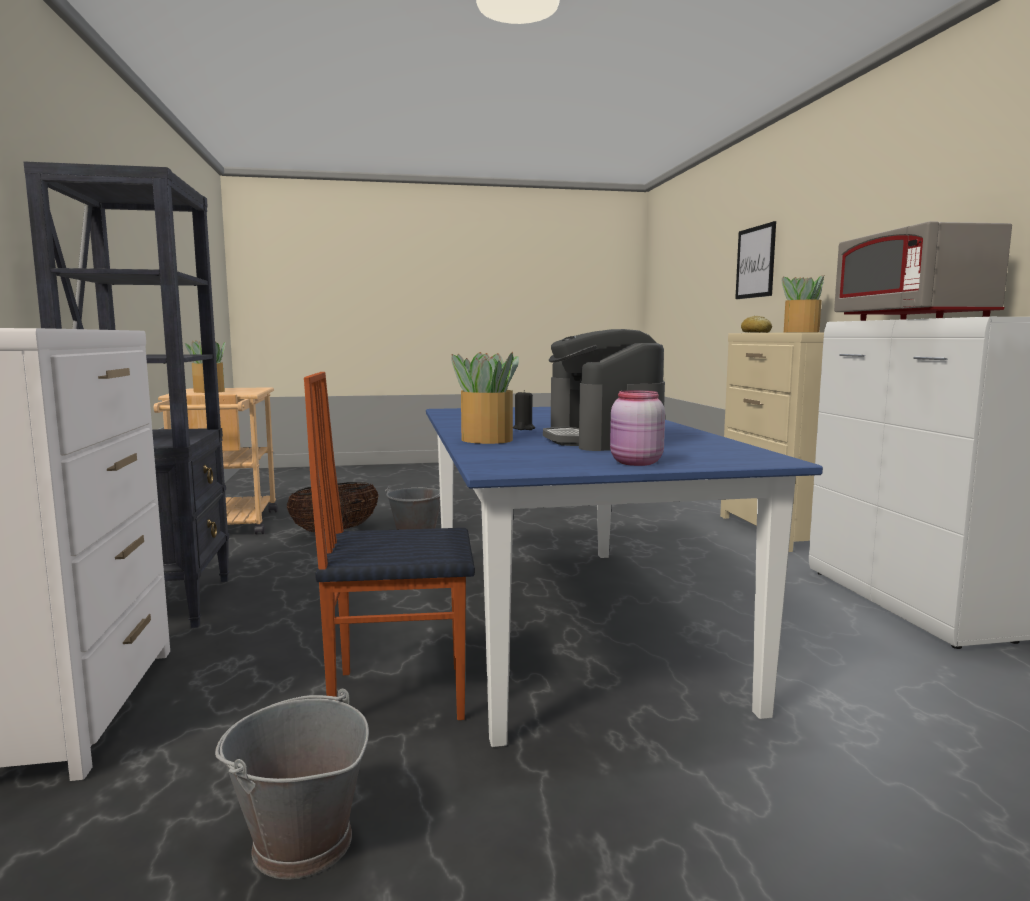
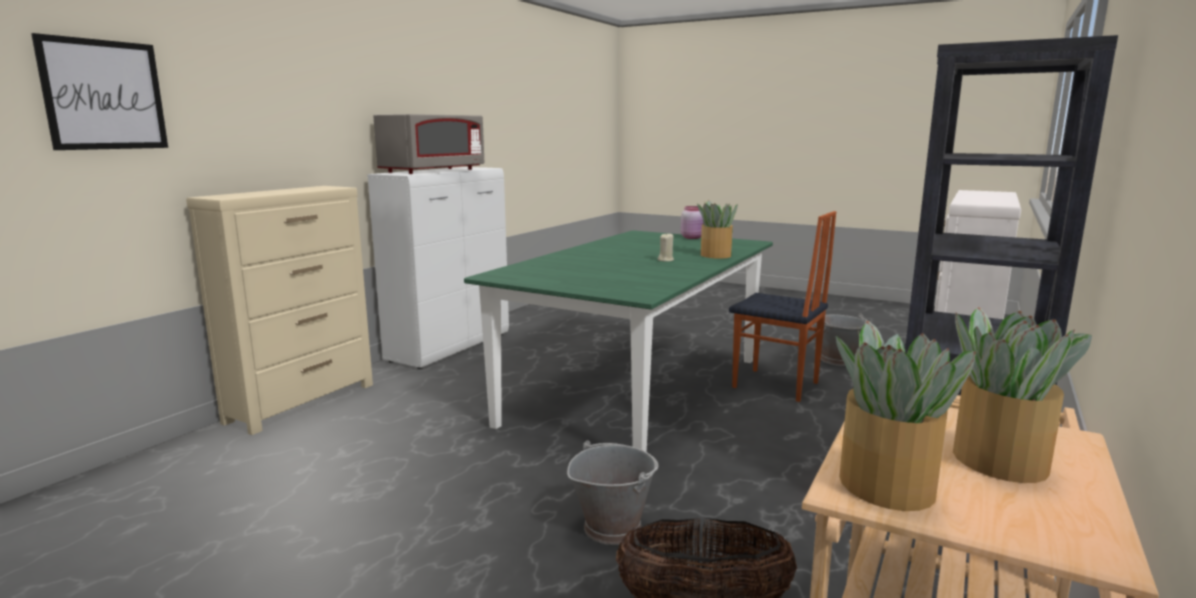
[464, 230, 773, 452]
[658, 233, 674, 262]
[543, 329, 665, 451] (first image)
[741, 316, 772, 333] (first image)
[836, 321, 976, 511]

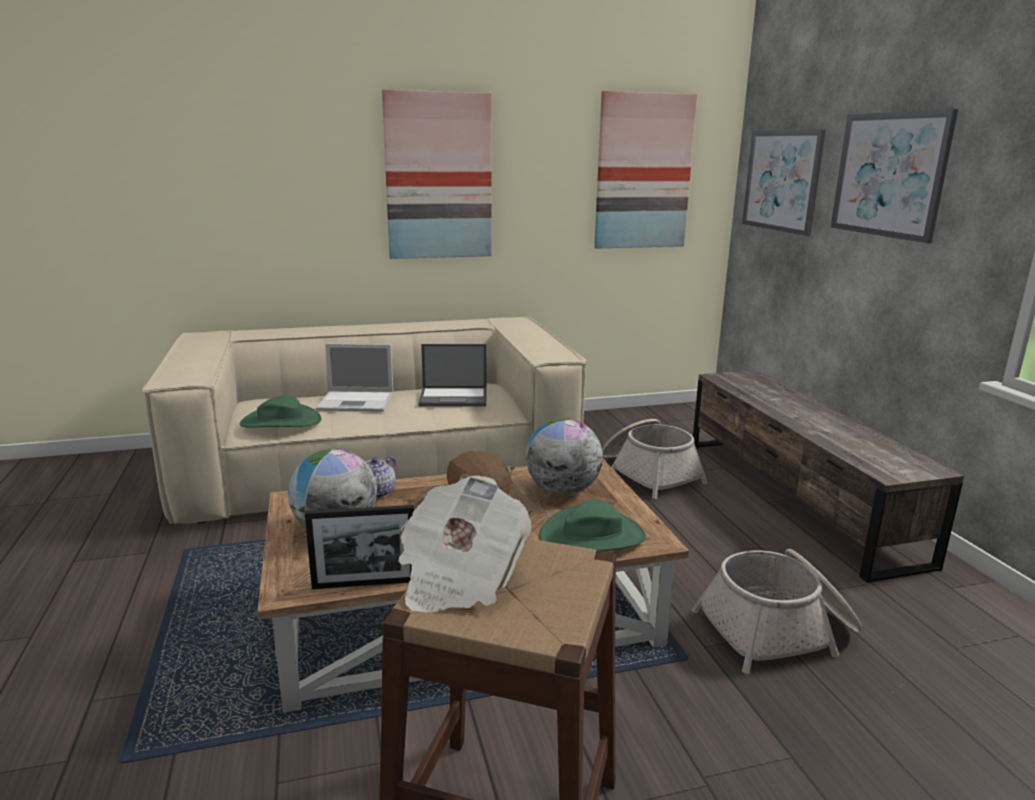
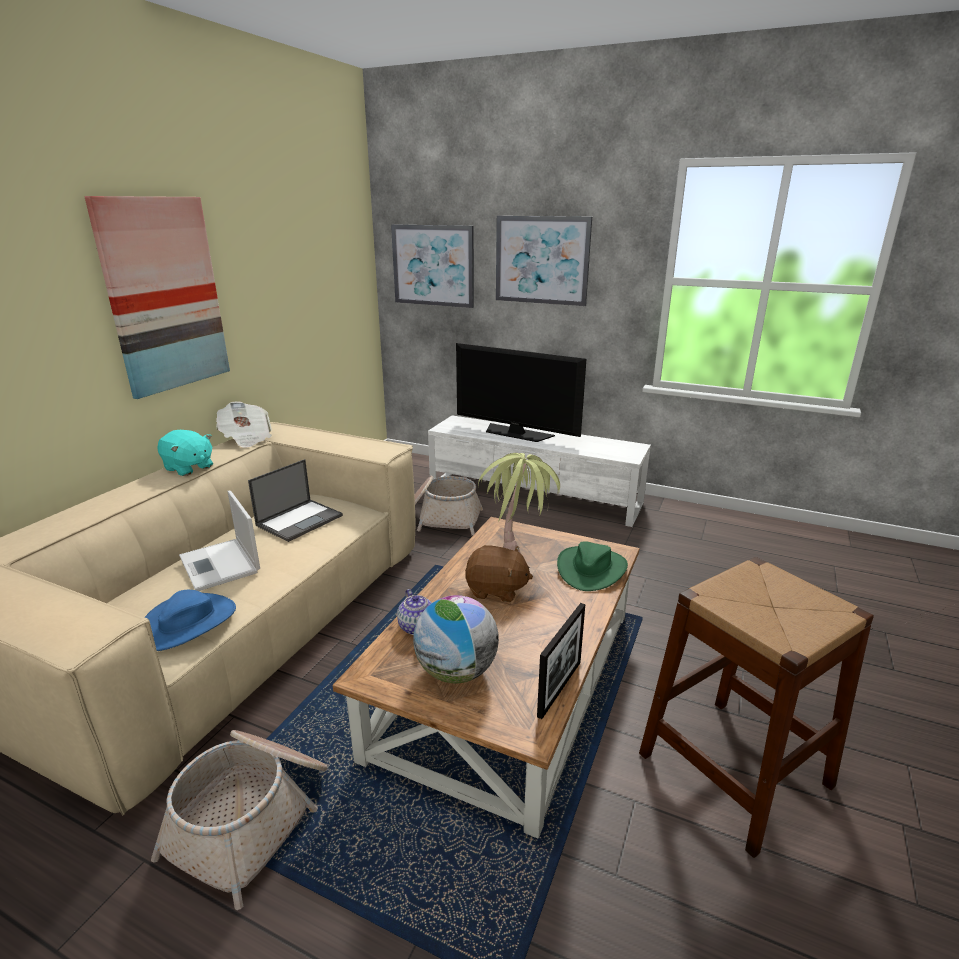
[145, 590, 236, 651]
[179, 491, 260, 591]
[216, 401, 272, 448]
[478, 453, 560, 554]
[594, 91, 697, 248] (first image)
[151, 730, 328, 910]
[428, 415, 651, 527]
[158, 430, 213, 476]
[456, 343, 587, 442]

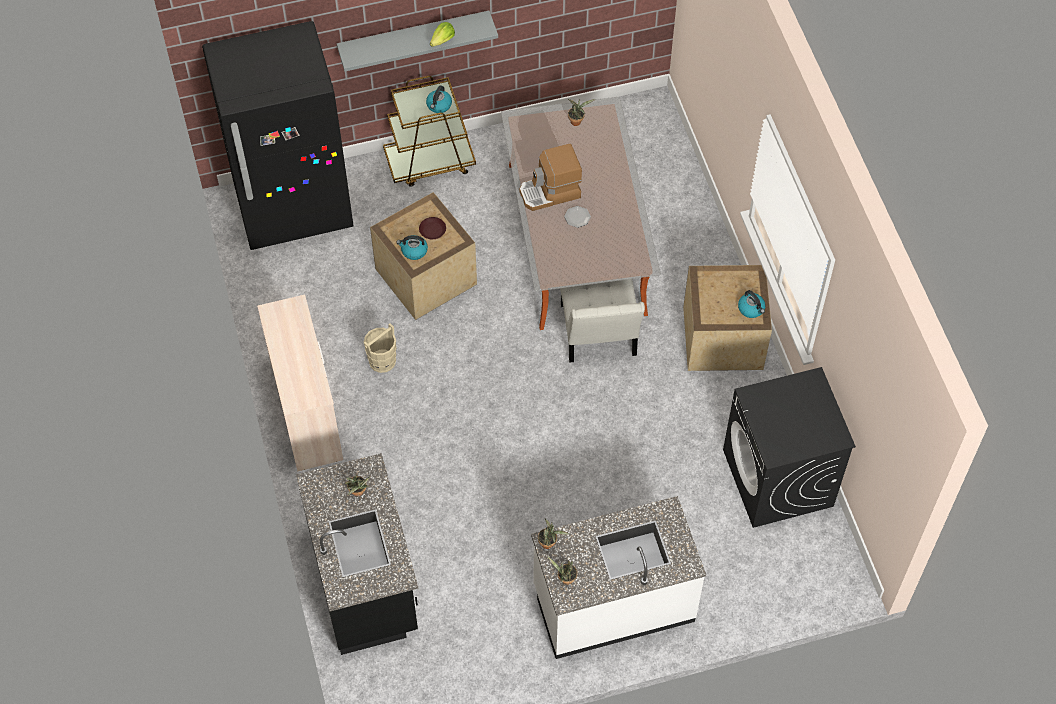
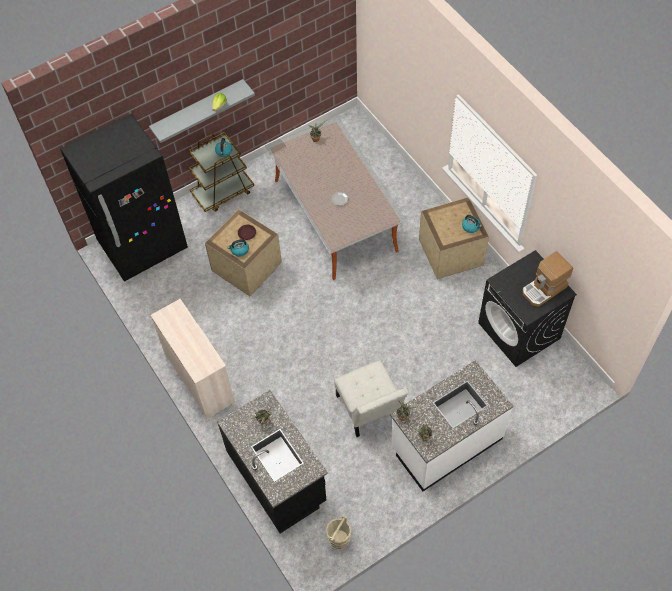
[326, 515, 351, 550]
[522, 251, 573, 307]
[334, 360, 408, 437]

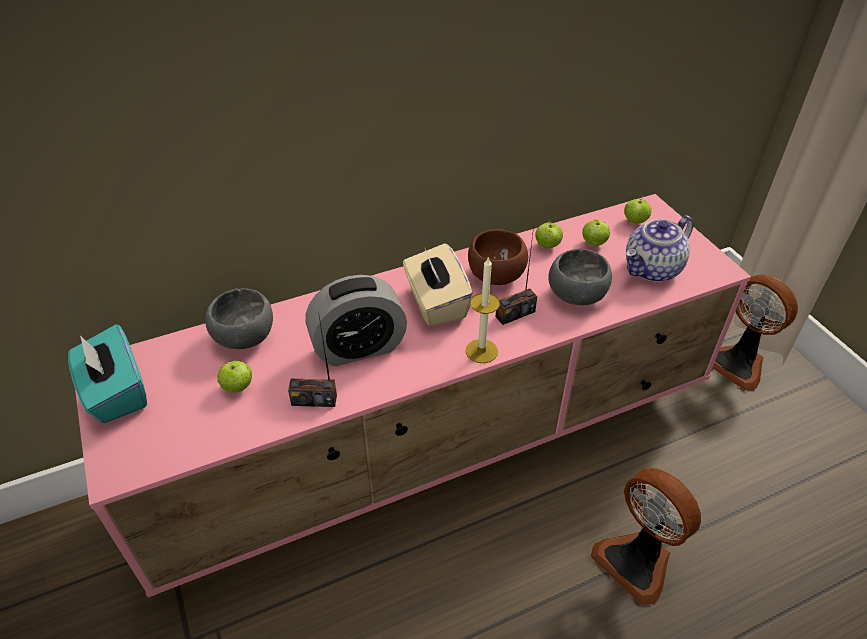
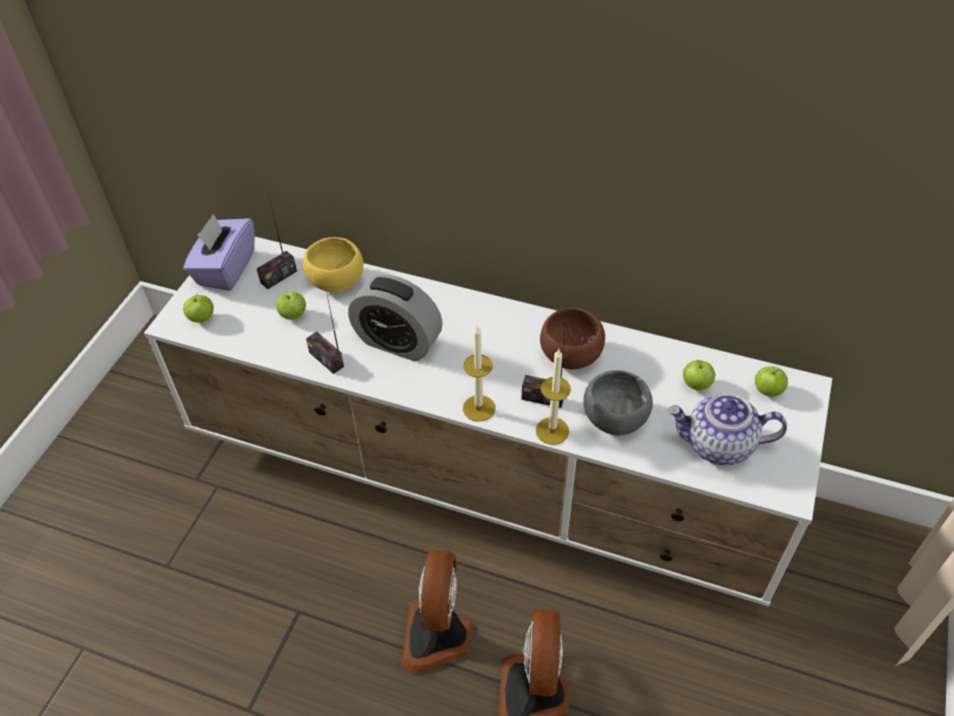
[183, 214, 255, 291]
[144, 237, 832, 607]
[303, 237, 364, 292]
[403, 244, 473, 326] (first image)
[183, 293, 214, 323]
[401, 550, 473, 674]
[257, 193, 297, 289]
[536, 349, 571, 445]

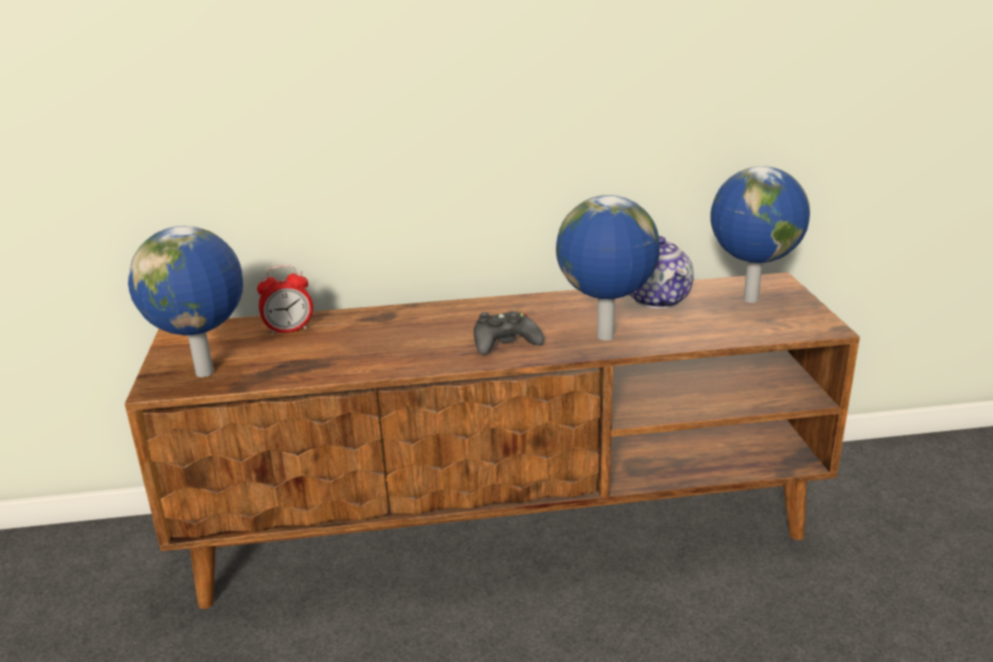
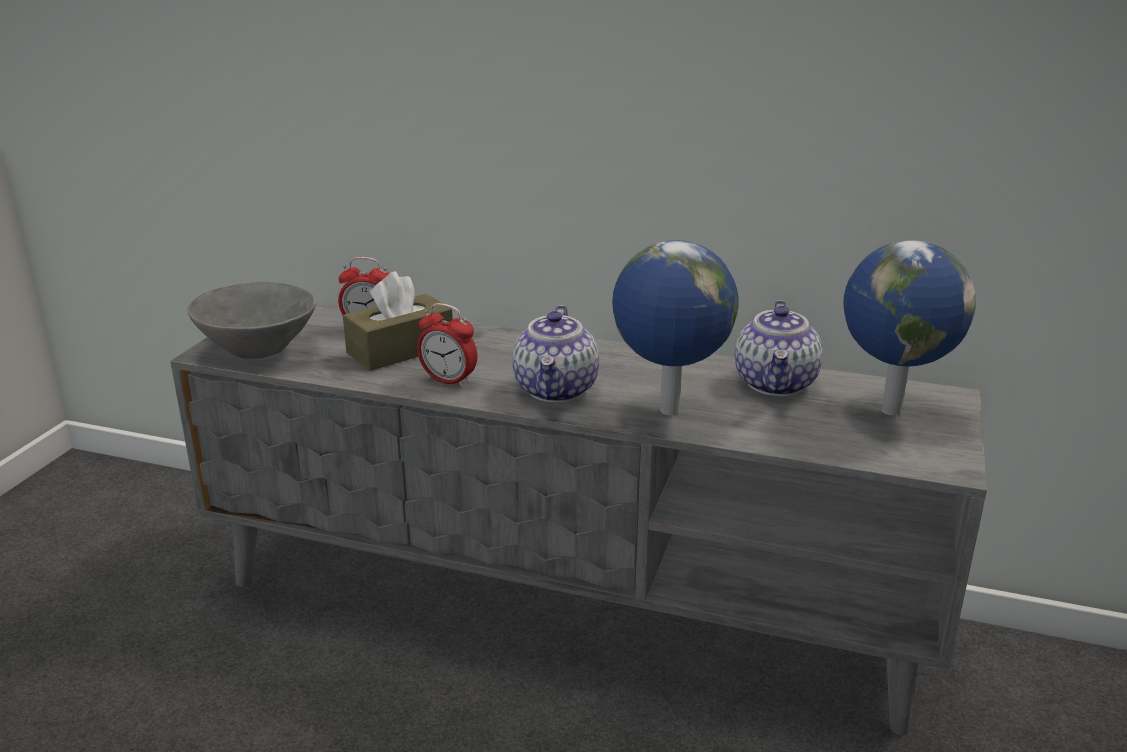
[170, 302, 987, 735]
[187, 282, 316, 359]
[512, 305, 599, 402]
[343, 271, 453, 371]
[417, 303, 477, 387]

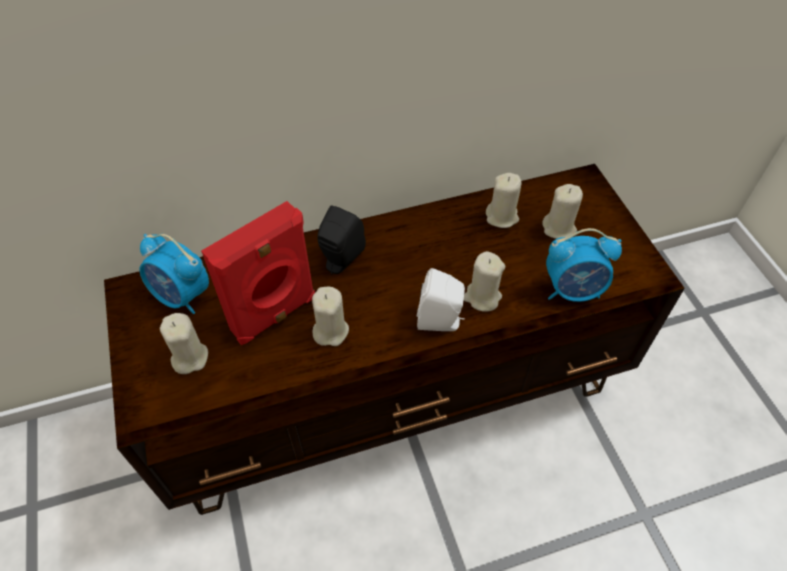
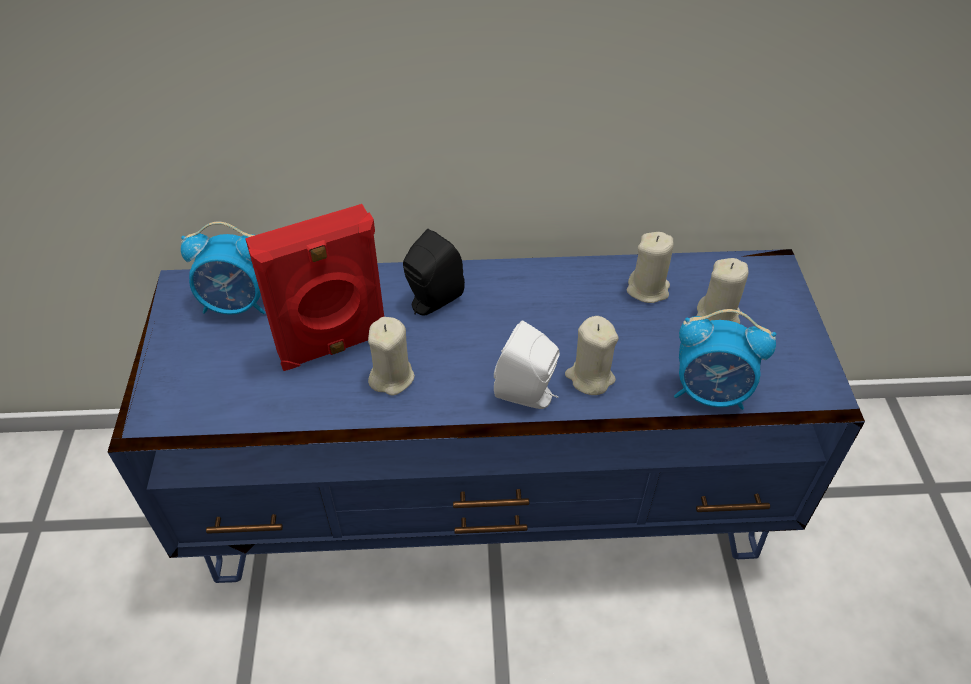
[108, 249, 865, 583]
[181, 221, 265, 315]
[160, 313, 208, 374] (first image)

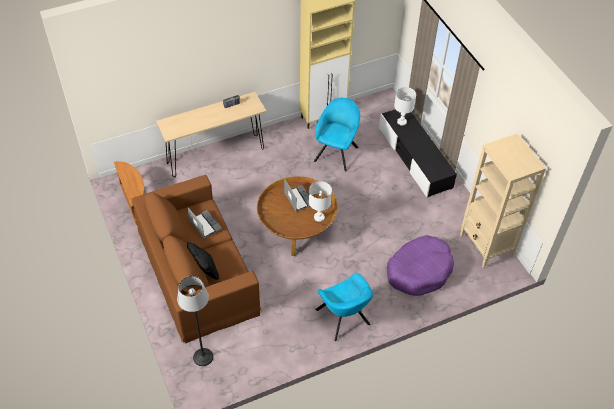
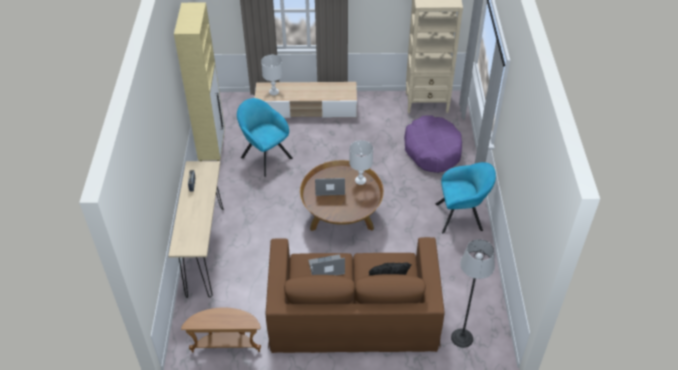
[255, 82, 357, 118]

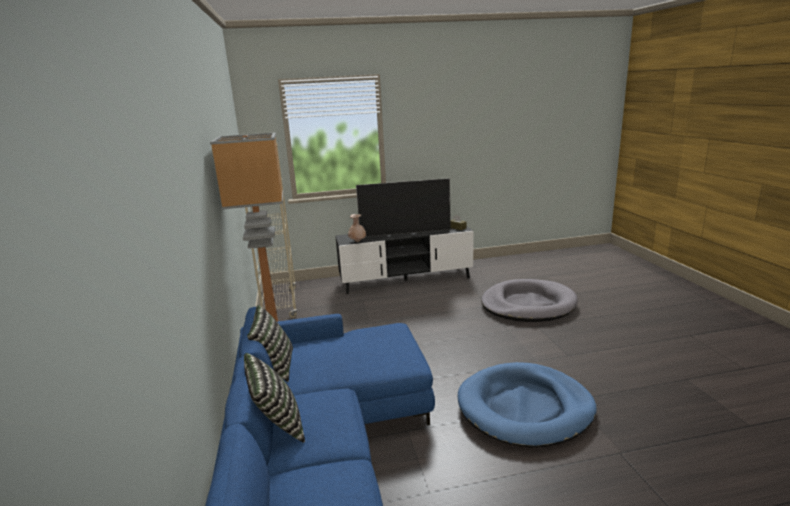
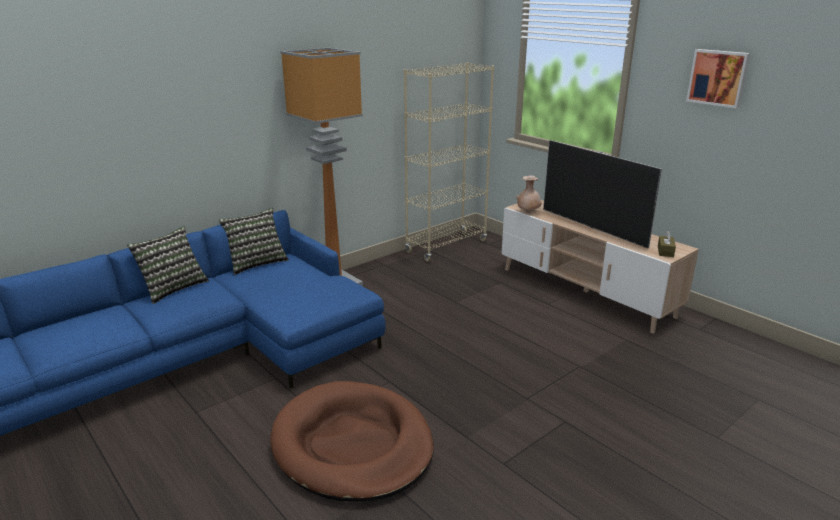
[502, 200, 699, 334]
[270, 381, 434, 502]
[481, 279, 578, 322] (first image)
[686, 49, 750, 108]

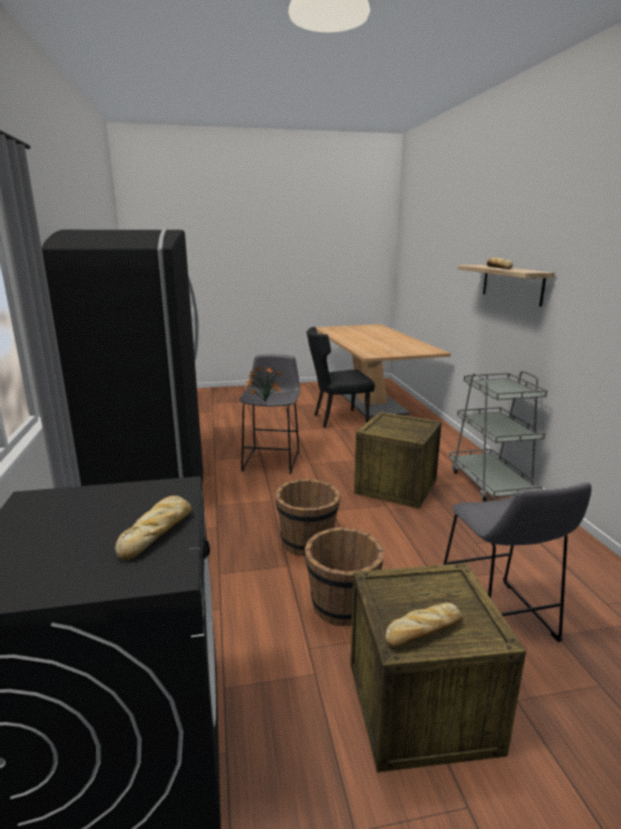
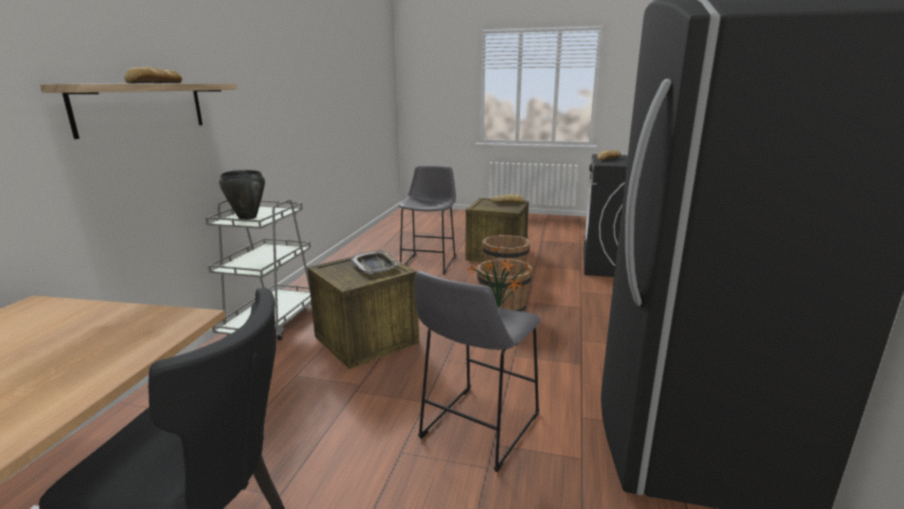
[219, 170, 265, 220]
[351, 251, 400, 274]

